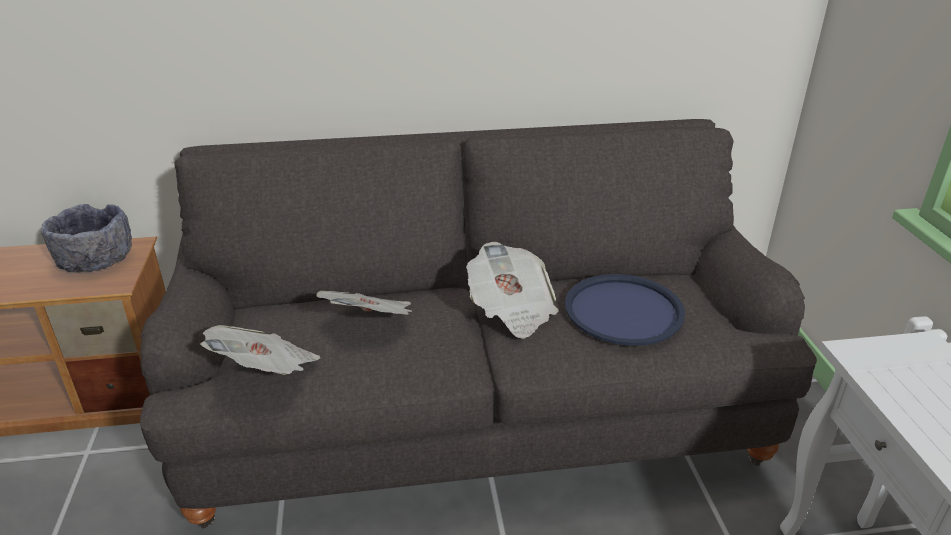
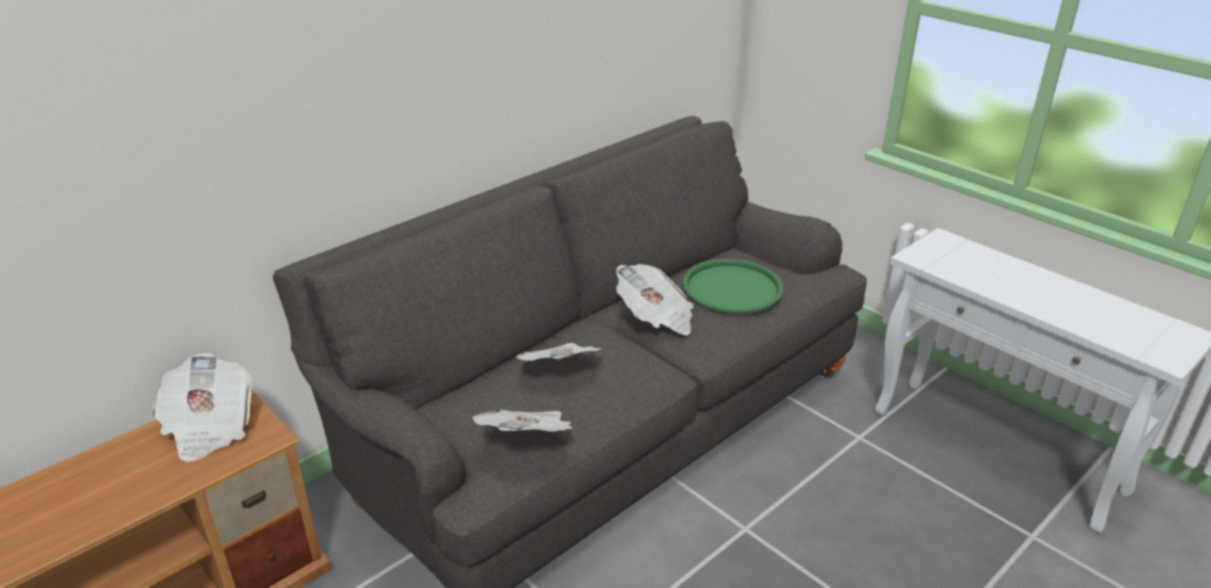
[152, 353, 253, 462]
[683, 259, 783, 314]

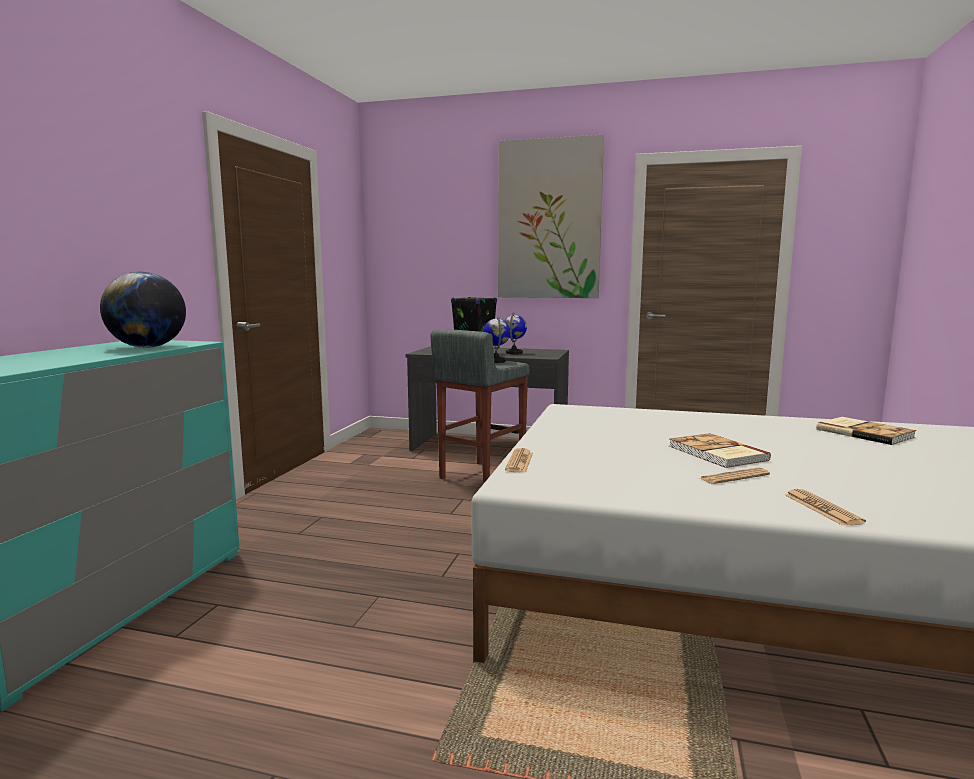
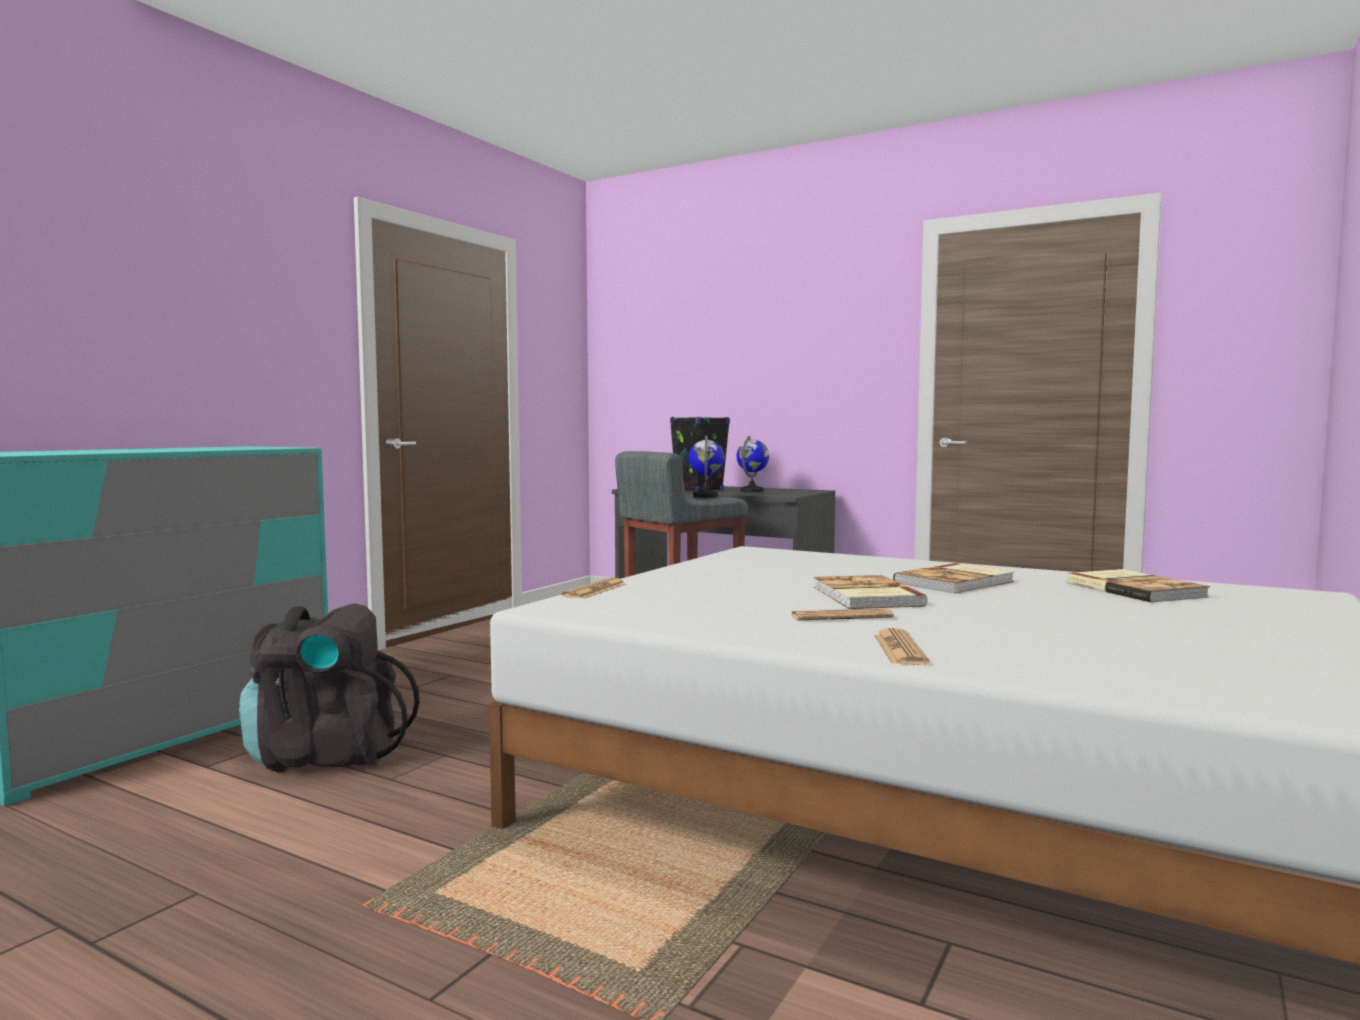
[100, 271, 186, 348] (first image)
[498, 135, 604, 298] (first image)
[239, 603, 420, 772]
[893, 563, 1014, 594]

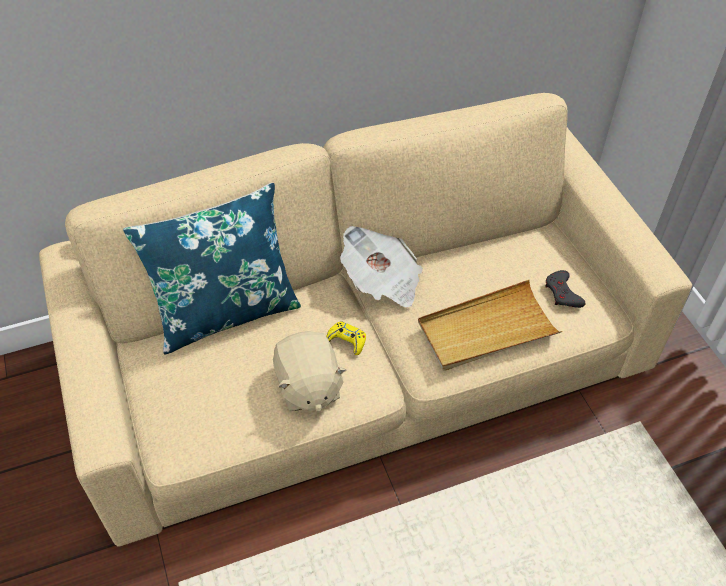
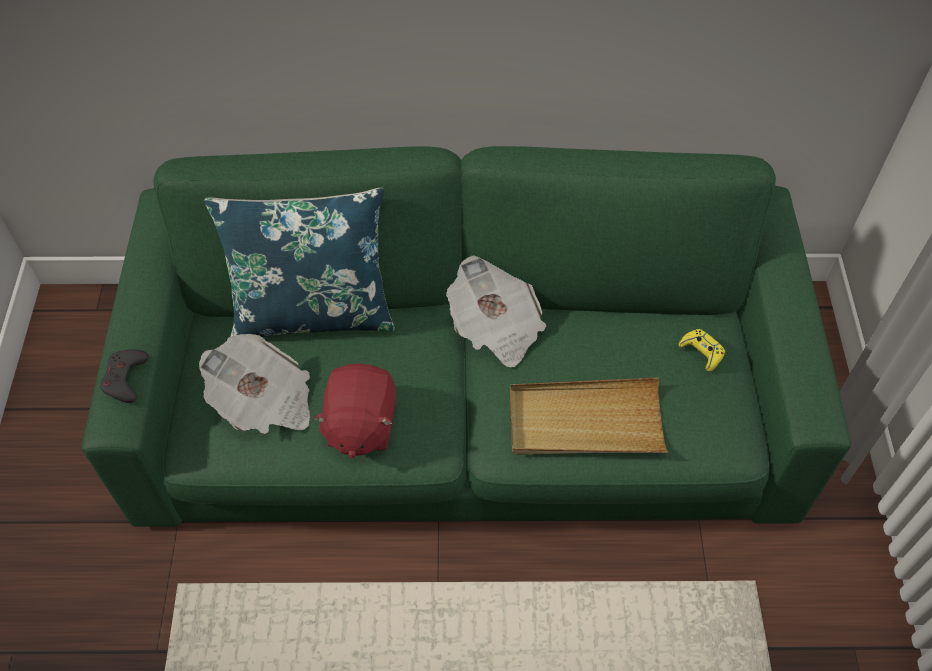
[82, 146, 851, 527]
[313, 364, 396, 458]
[679, 329, 725, 372]
[100, 349, 149, 403]
[199, 334, 310, 434]

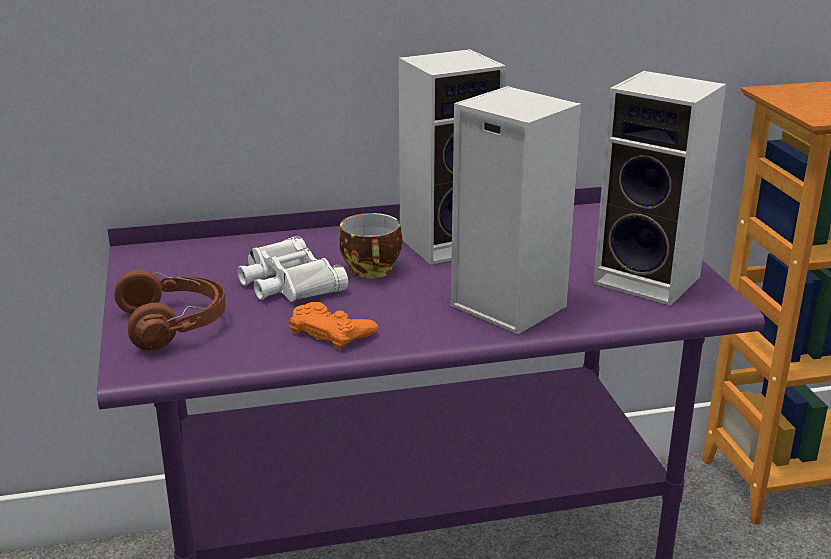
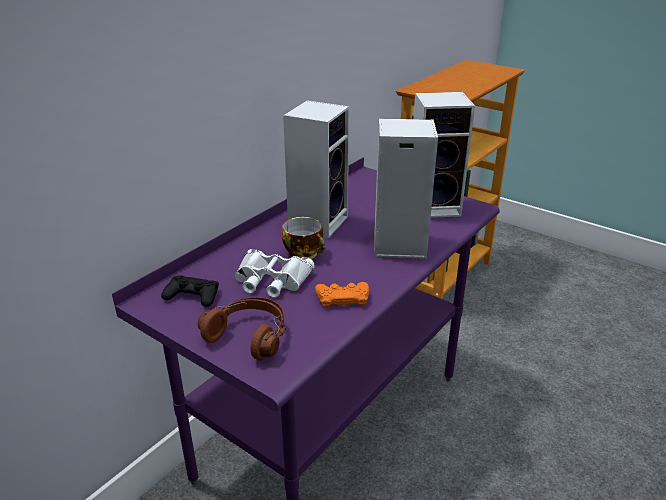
[161, 275, 219, 307]

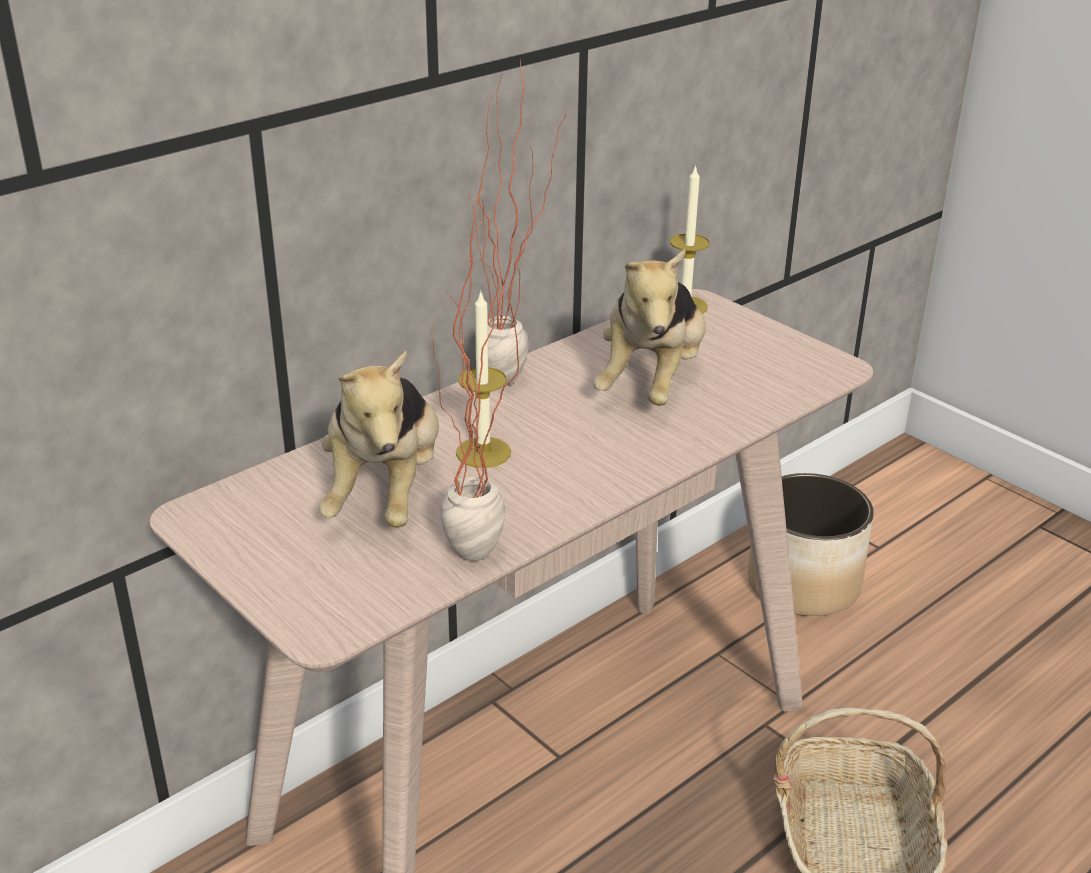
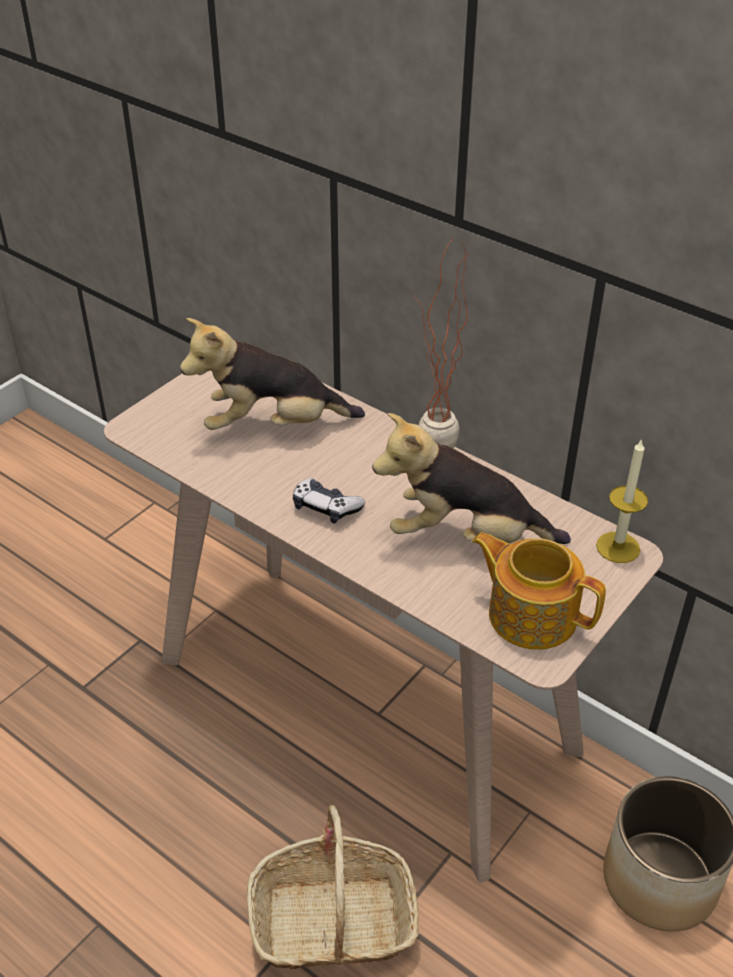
[432, 185, 520, 561] (first image)
[456, 290, 511, 468] (first image)
[293, 478, 365, 523]
[472, 532, 606, 650]

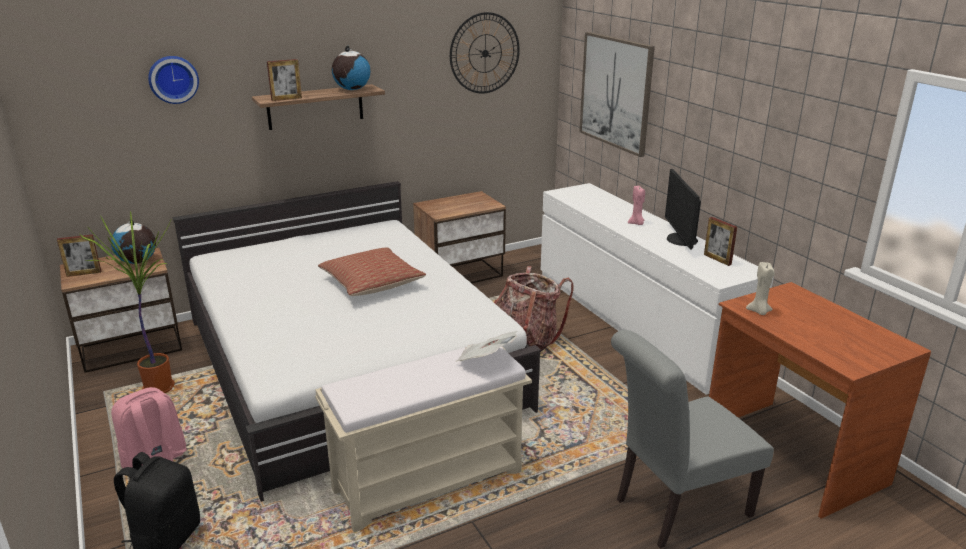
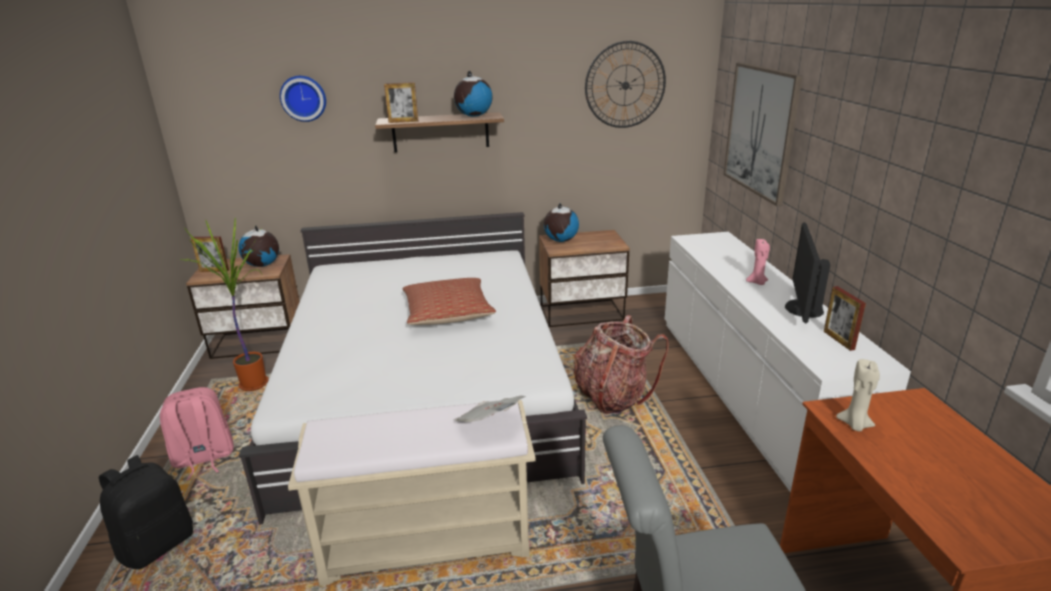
[544, 203, 579, 242]

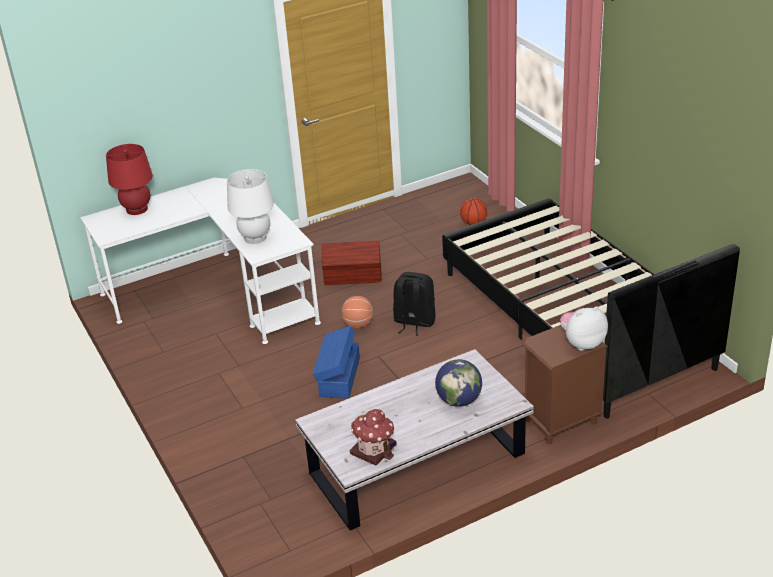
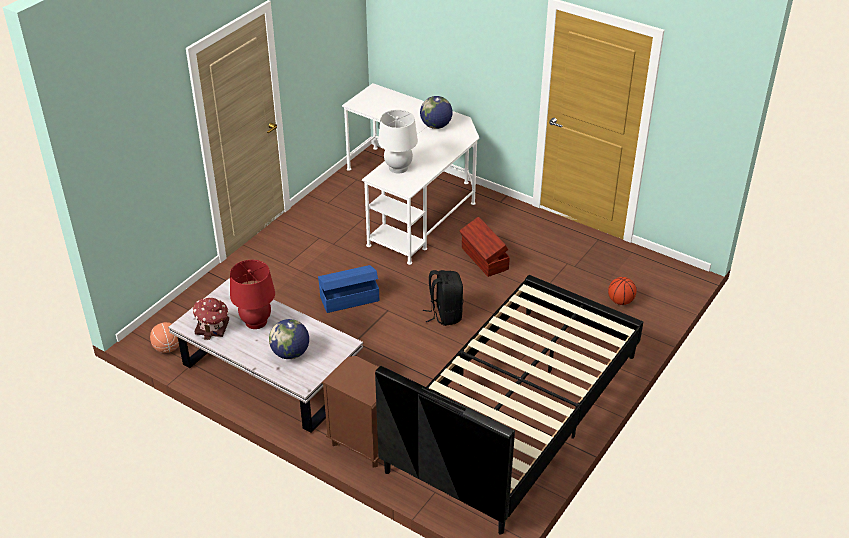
[230, 260, 275, 329]
[150, 322, 179, 353]
[560, 306, 608, 351] (first image)
[420, 96, 453, 129]

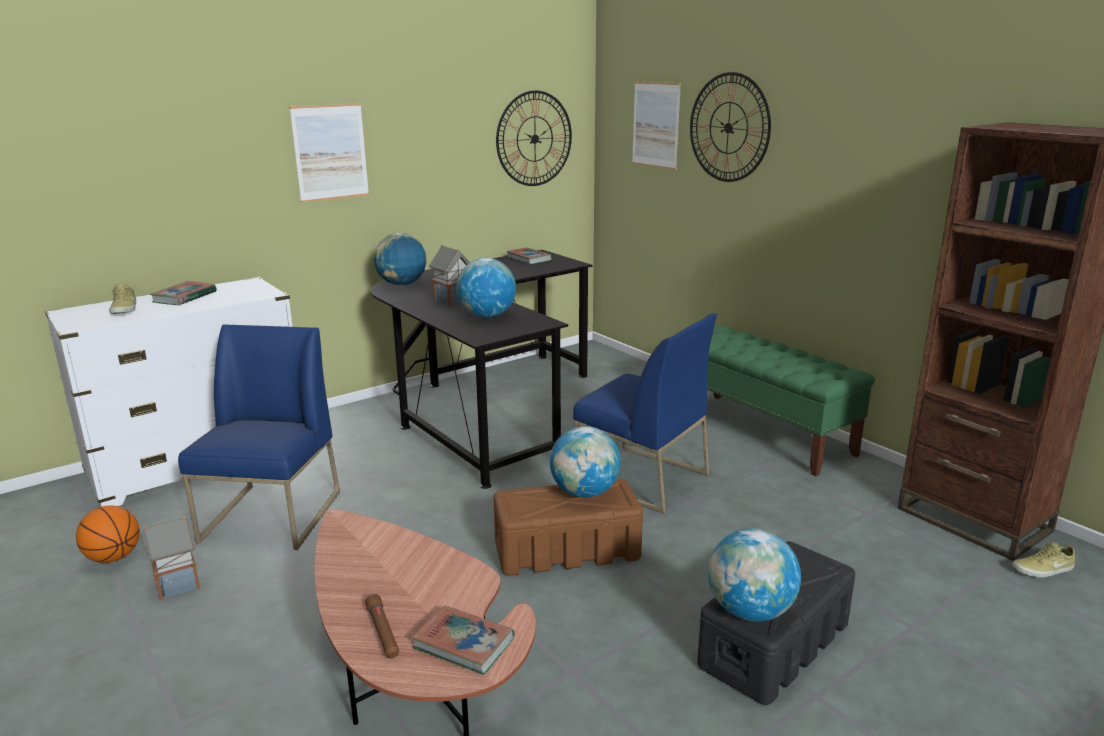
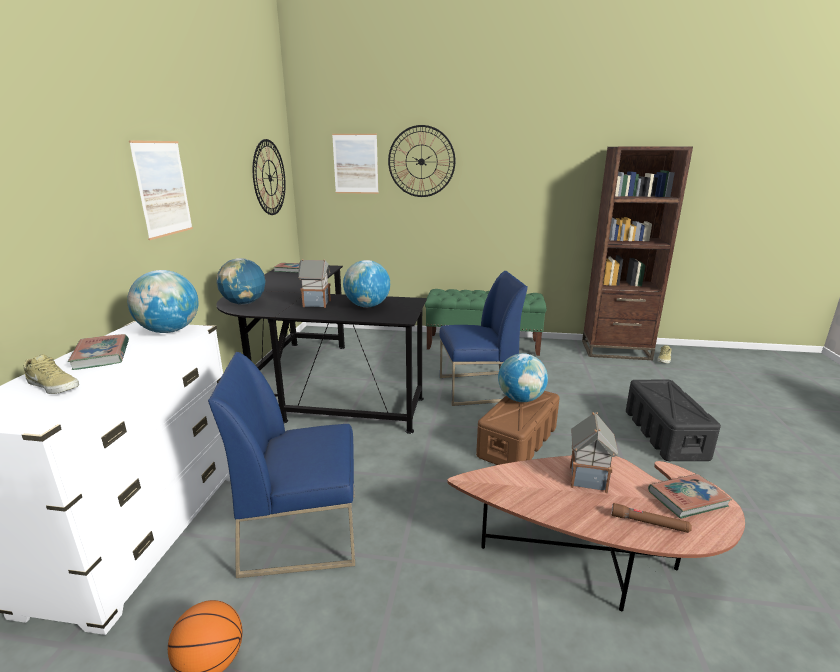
[570, 412, 618, 493]
[208, 352, 355, 578]
[127, 270, 199, 333]

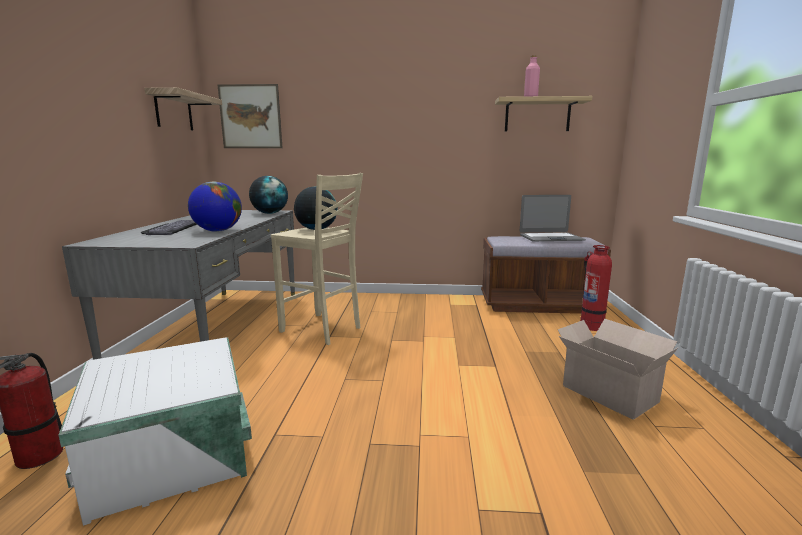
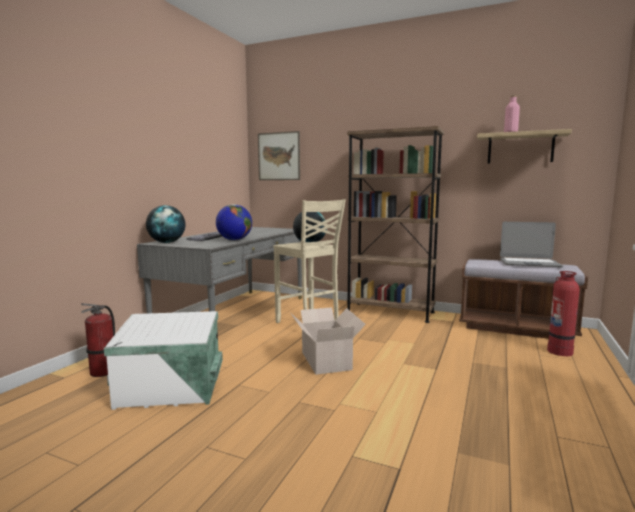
[145, 87, 222, 130] (first image)
[146, 205, 185, 243]
[290, 307, 366, 375]
[347, 126, 444, 323]

